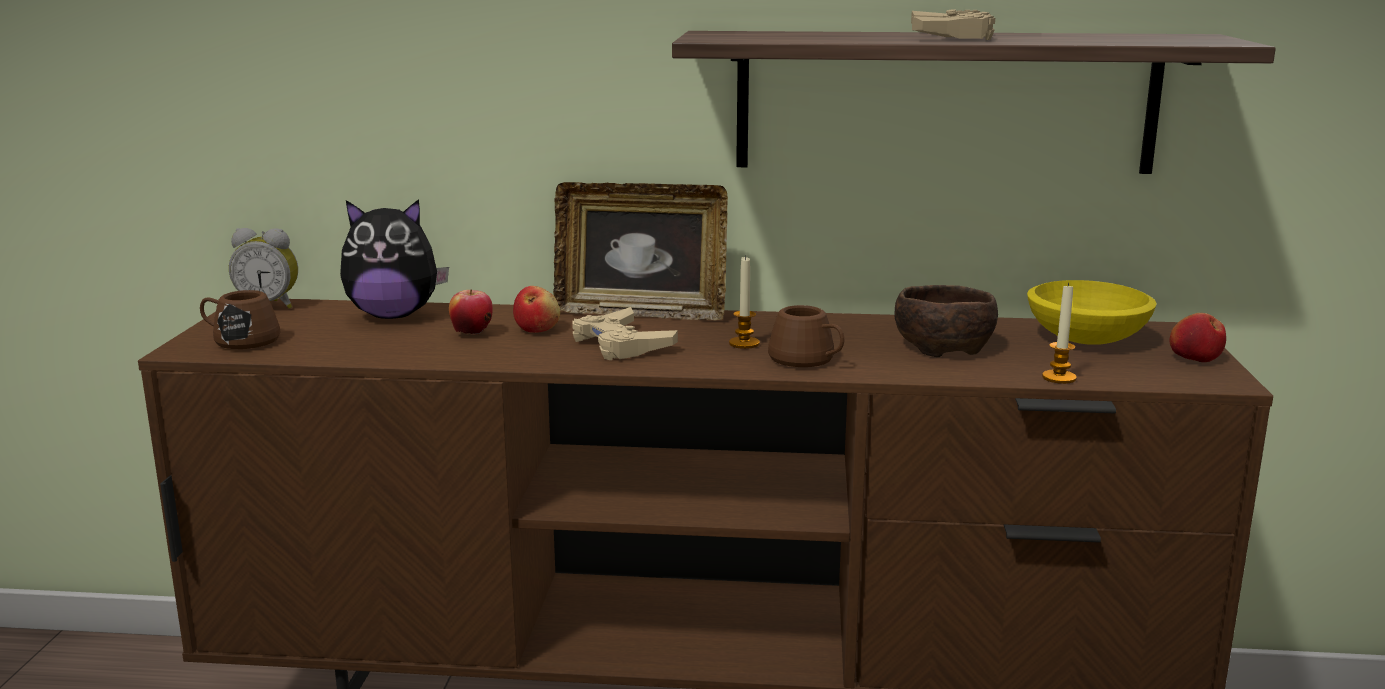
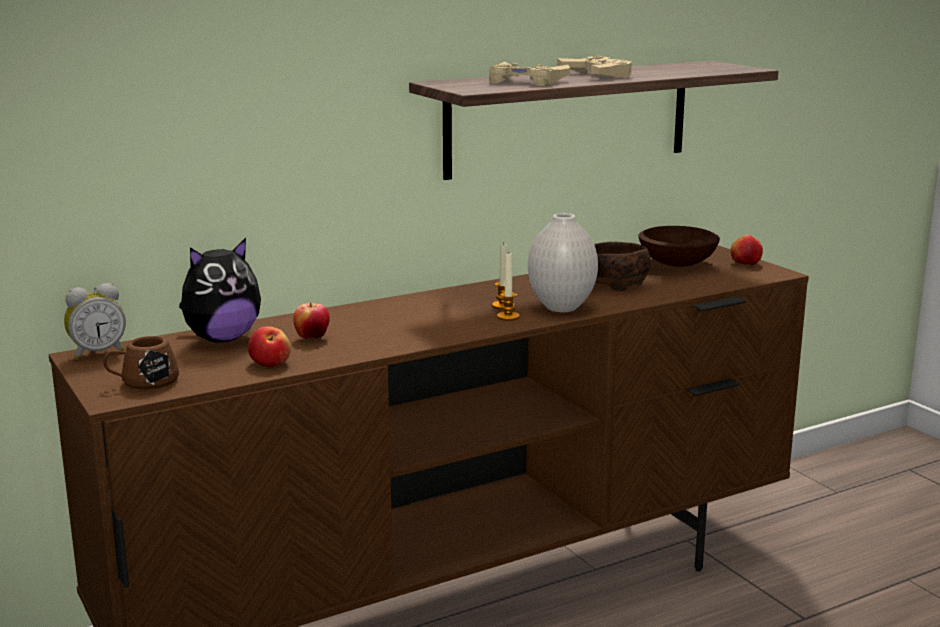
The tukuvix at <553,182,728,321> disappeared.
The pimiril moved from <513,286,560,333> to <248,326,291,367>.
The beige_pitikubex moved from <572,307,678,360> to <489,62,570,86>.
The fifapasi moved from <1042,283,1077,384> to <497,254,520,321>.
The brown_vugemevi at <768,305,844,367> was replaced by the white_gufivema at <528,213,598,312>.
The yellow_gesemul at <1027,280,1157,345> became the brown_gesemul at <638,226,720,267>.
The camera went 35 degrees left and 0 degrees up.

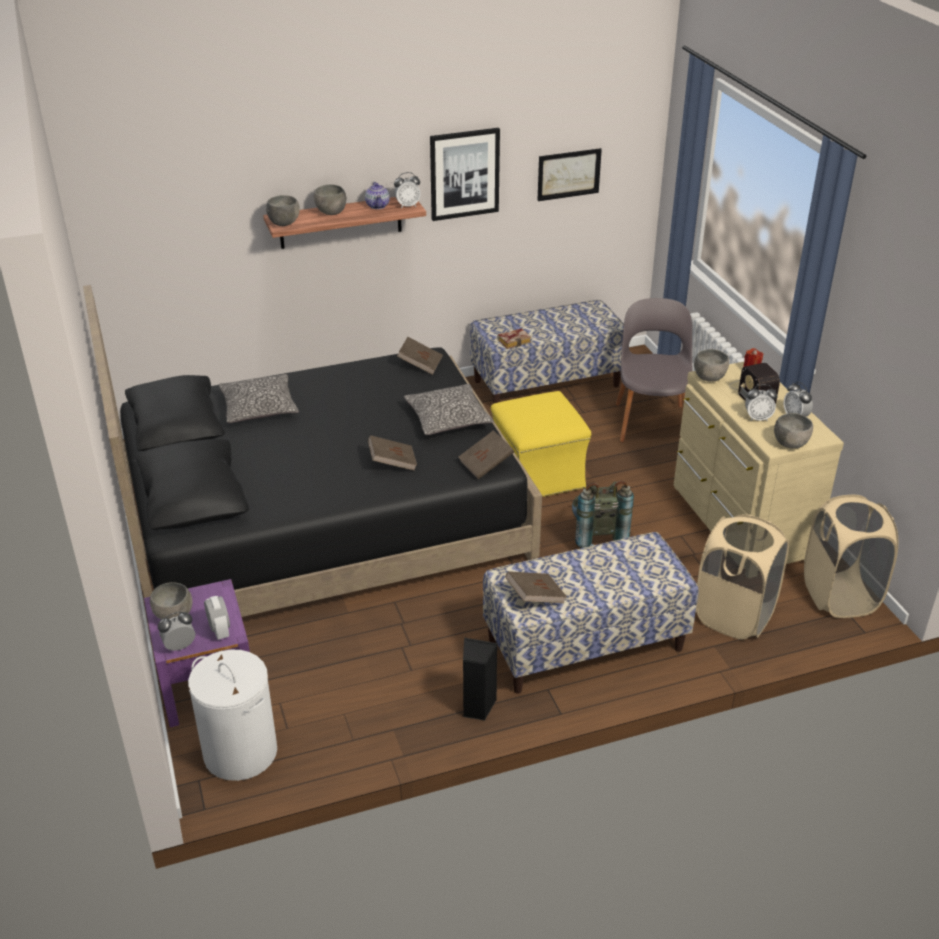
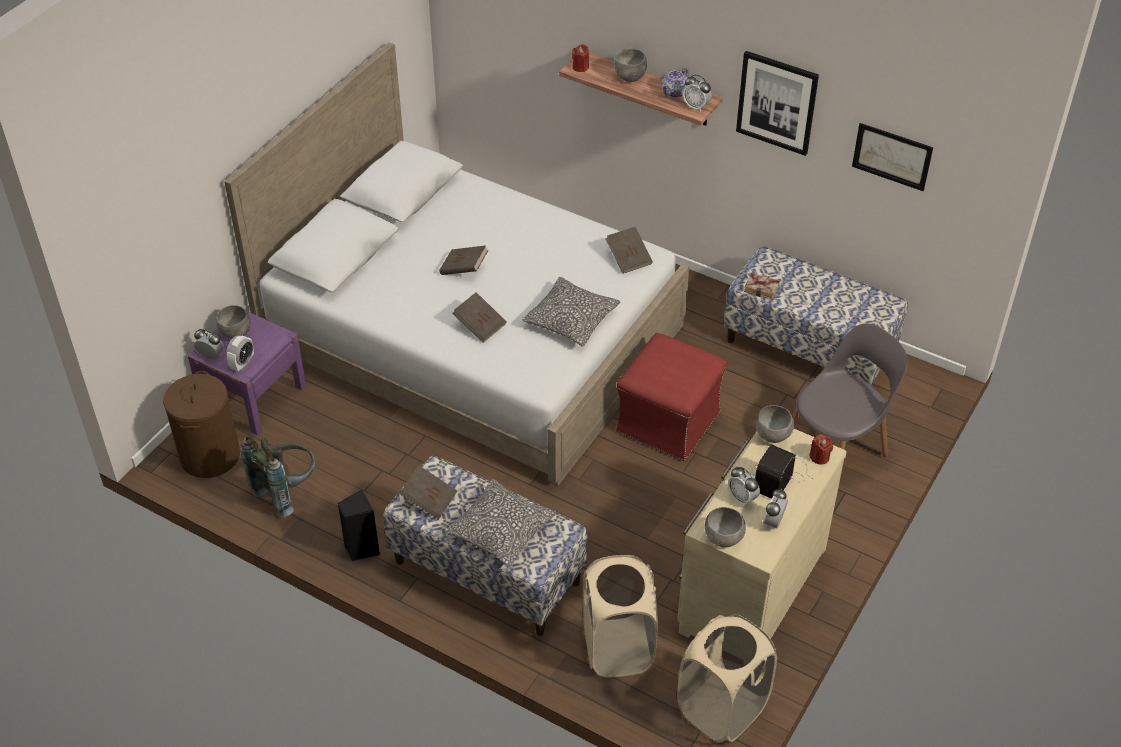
The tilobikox moved from <219,374,299,423> to <445,479,556,568>.
The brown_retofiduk moved from <458,430,514,480> to <439,245,489,275>.
The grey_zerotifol moved from <572,481,634,548> to <241,436,315,518>.
The grey_gesemul at <266,195,300,226> was replaced by the red_fifapasi at <572,44,589,72>.
The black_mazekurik at <83,285,542,617> became the white_mazekurik at <224,42,690,487>.
The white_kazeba at <188,650,277,781> became the brown_kazeba at <163,371,240,478>.
The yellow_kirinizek at <491,391,591,497> became the red_kirinizek at <616,333,727,461>.
The camera went 50 degrees right and 10 degrees up.

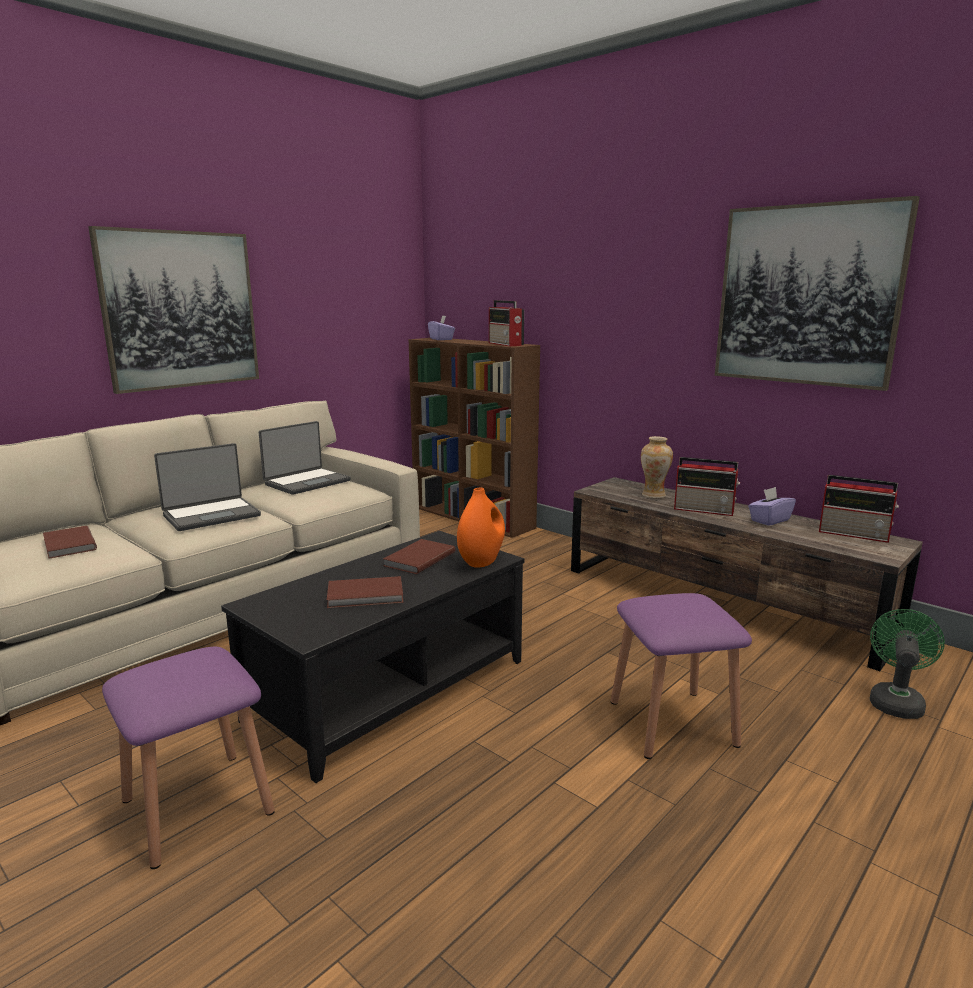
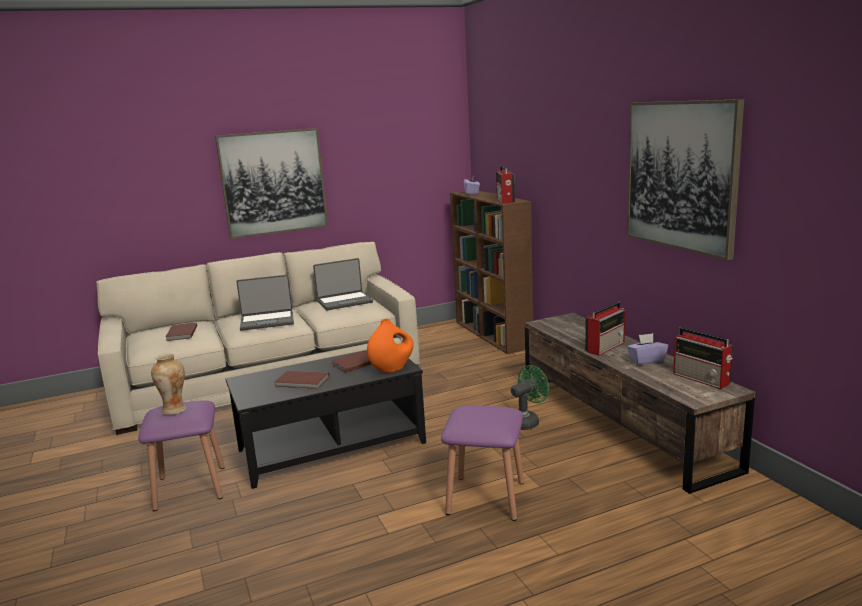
The gufivema moved from <641,436,673,498> to <151,353,186,415>.
The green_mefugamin moved from <870,609,945,719> to <511,365,549,430>.
The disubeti at <674,457,740,516> turned 90 degrees counterclockwise.
The camera went 25 degrees right and 0 degrees up.

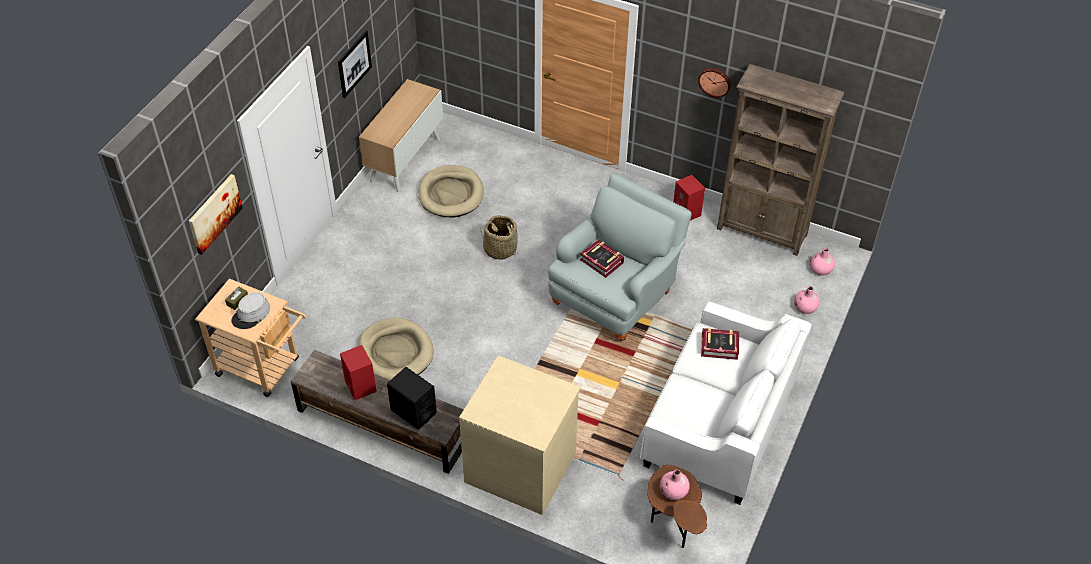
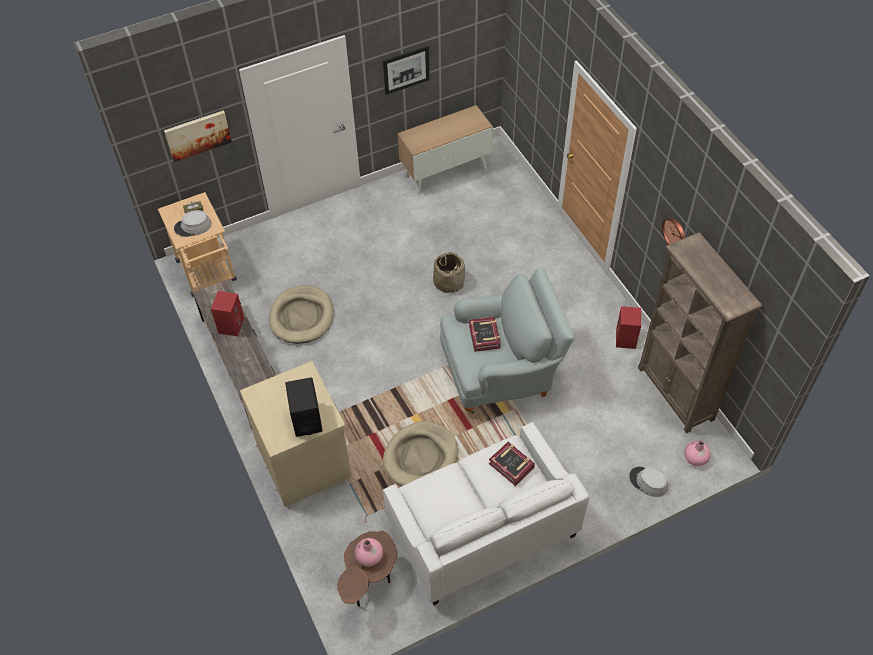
The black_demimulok moved from <387,367,437,430> to <285,377,323,437>.
The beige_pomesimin moved from <418,165,484,217> to <383,421,458,486>.
The pink_gufivema at <794,286,820,314> was replaced by the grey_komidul at <629,467,668,497>.
The camera went 40 degrees right and 5 degrees up.

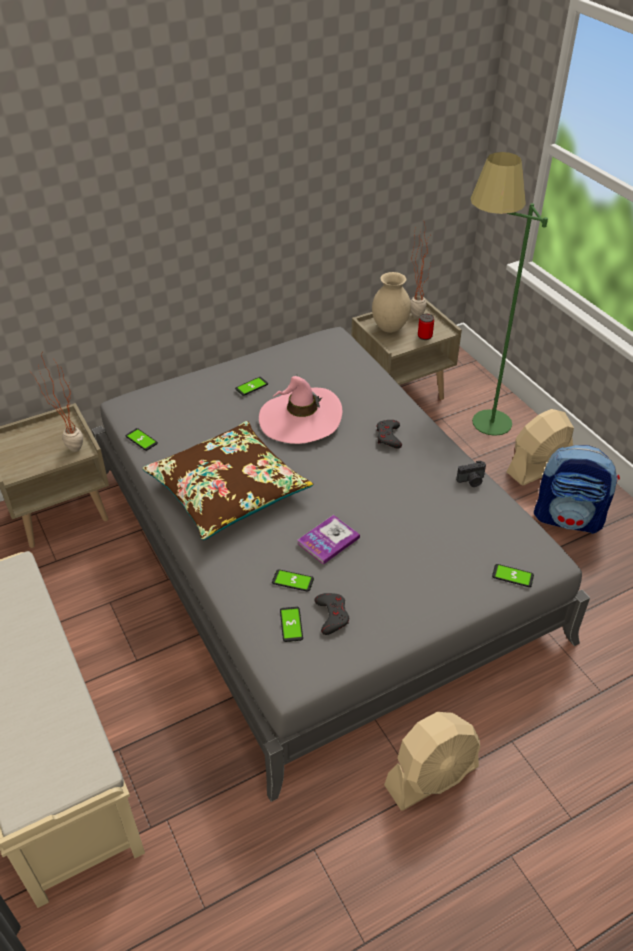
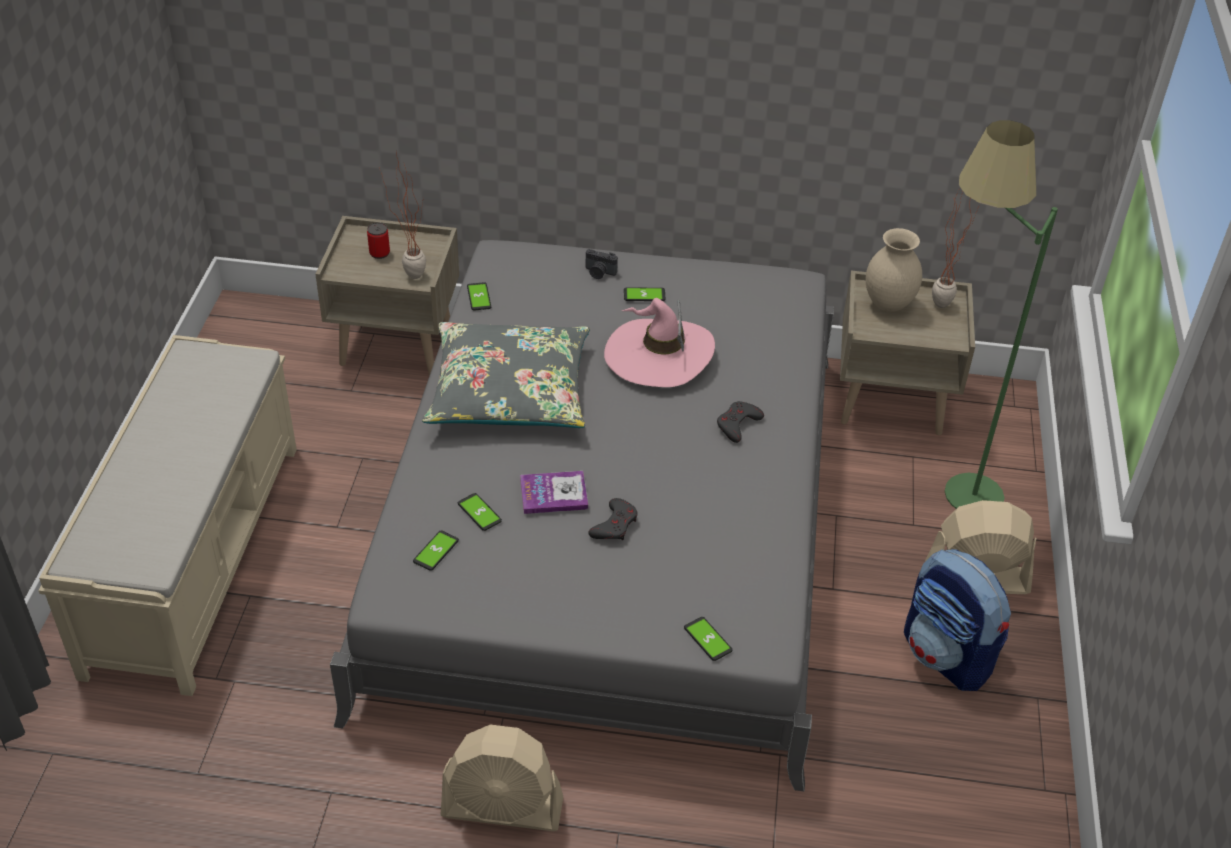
The grey_pitikubex moved from <315,593,349,635> to <588,498,638,540>.
The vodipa moved from <418,314,434,340> to <367,222,390,259>.
The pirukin moved from <456,461,486,487> to <585,249,618,279>.
The brown_tilobikox at <142,421,313,540> became the grey_tilobikox at <422,322,590,428>.
The camera went 35 degrees right and 0 degrees up.

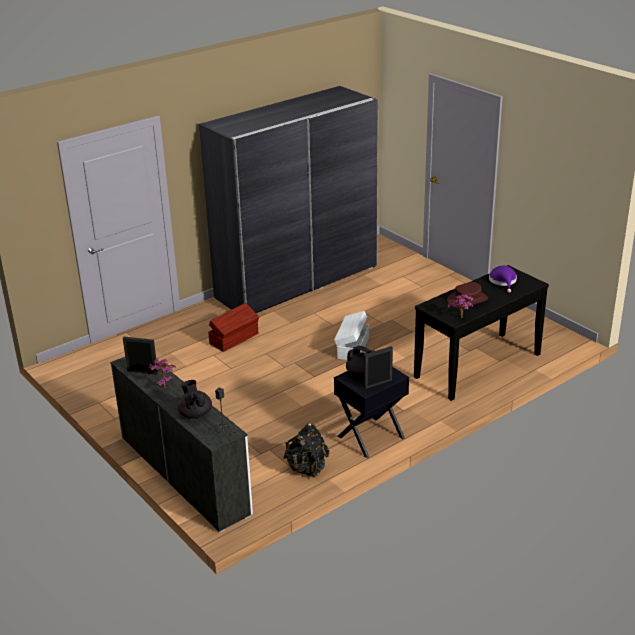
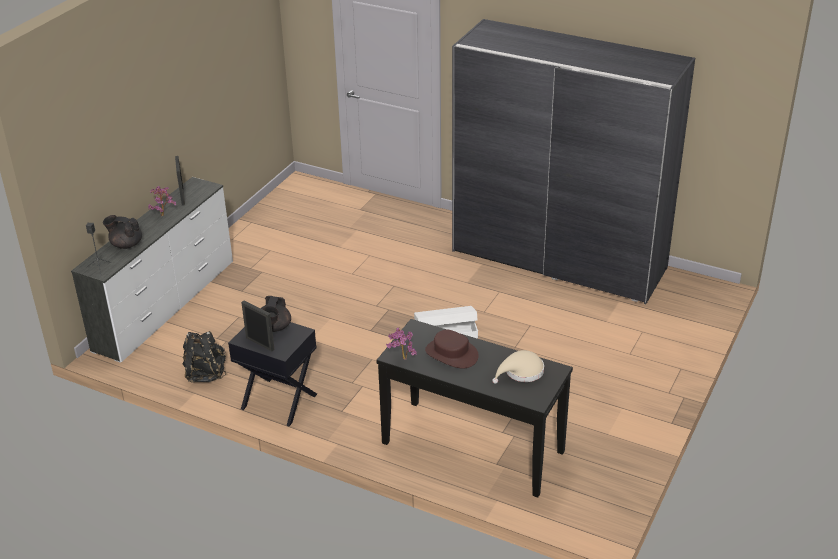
The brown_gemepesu at <208,303,259,352> disappeared.
The purple_komidul at <489,265,517,293> became the beige_komidul at <492,350,544,384>.
The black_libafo at <178,380,212,419> turned 120 degrees counterclockwise.
The camera went 65 degrees right and 5 degrees up.

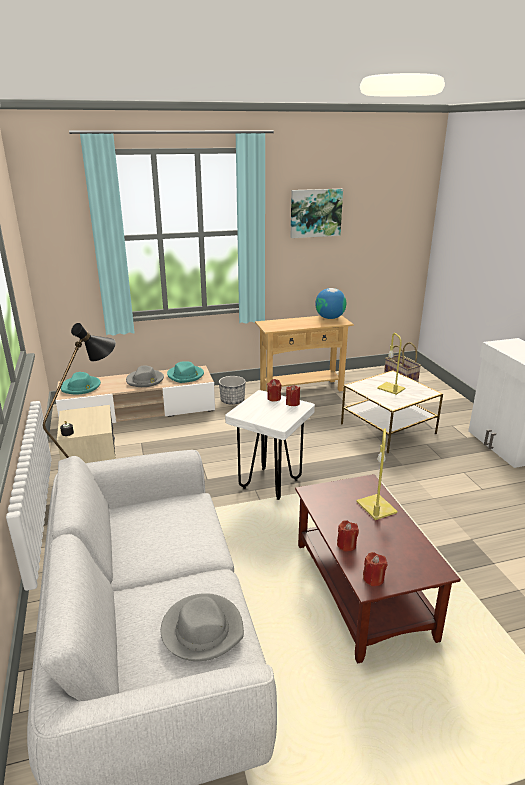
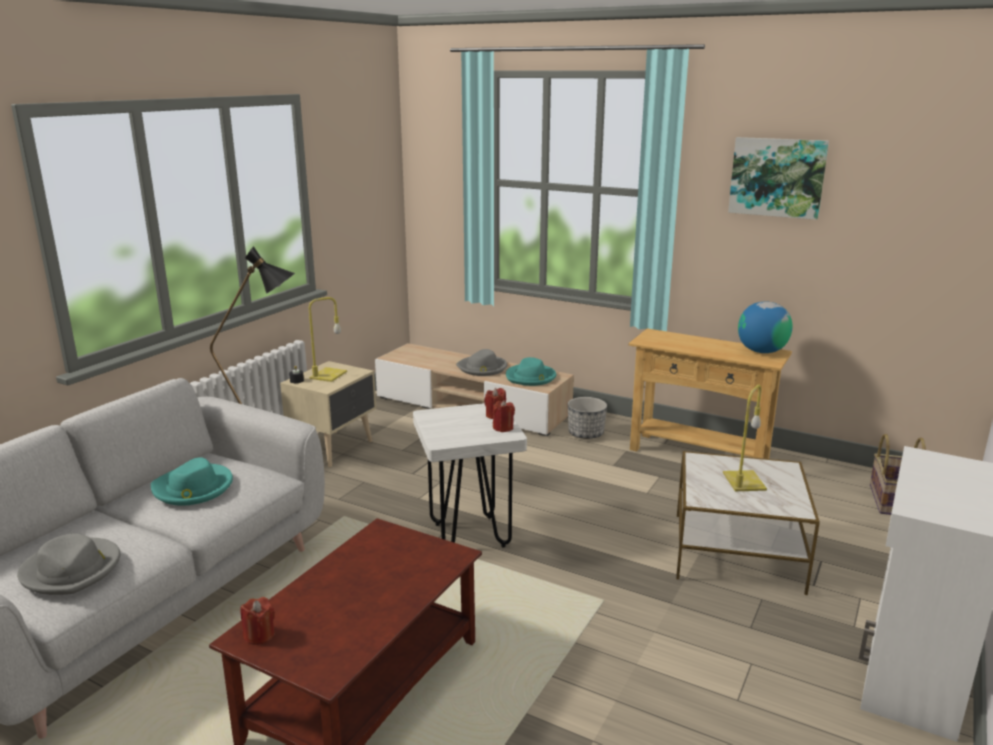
The red_fifapasi at <337,520,359,551> disappeared.
The turquoise_komidul moved from <61,372,101,394> to <151,457,233,506>.
The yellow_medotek moved from <356,428,398,520> to <309,297,347,382>.
The camera went 45 degrees right and 5 degrees down.

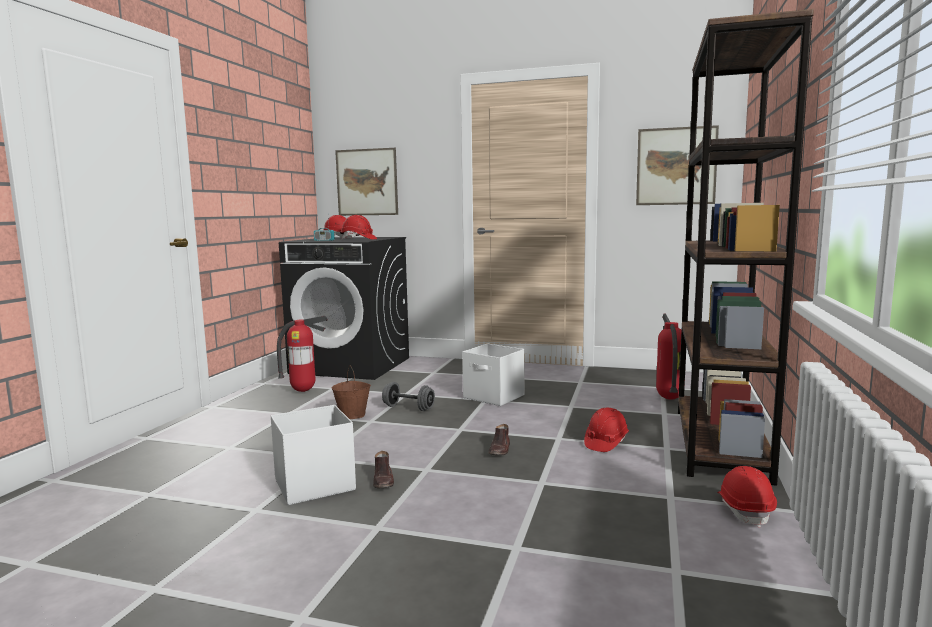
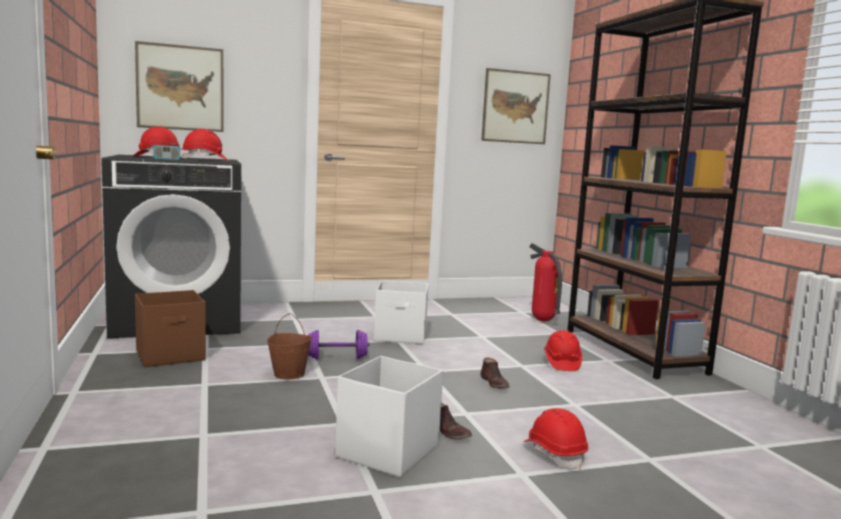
The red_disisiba moved from <717,466,777,527> to <523,408,589,470>.
The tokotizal at <277,315,328,392> was replaced by the brown_gemepesu at <135,290,206,367>.
The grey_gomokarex at <382,382,435,411> became the purple_gomokarex at <308,330,369,360>.
The camera went 35 degrees left and 0 degrees up.

